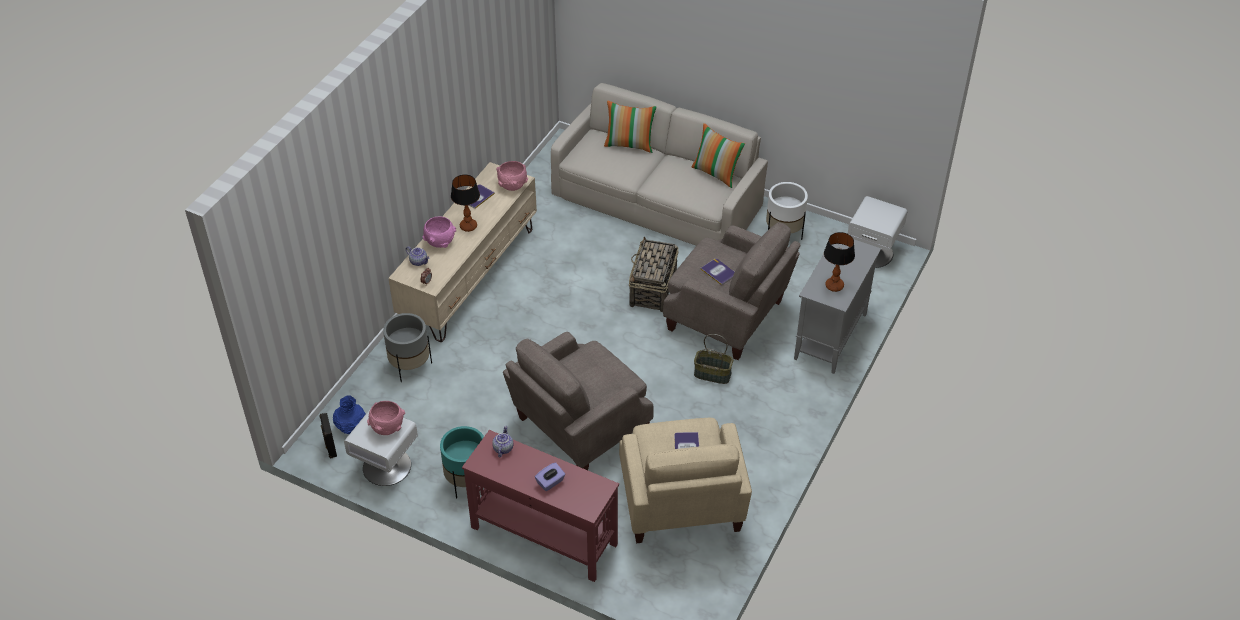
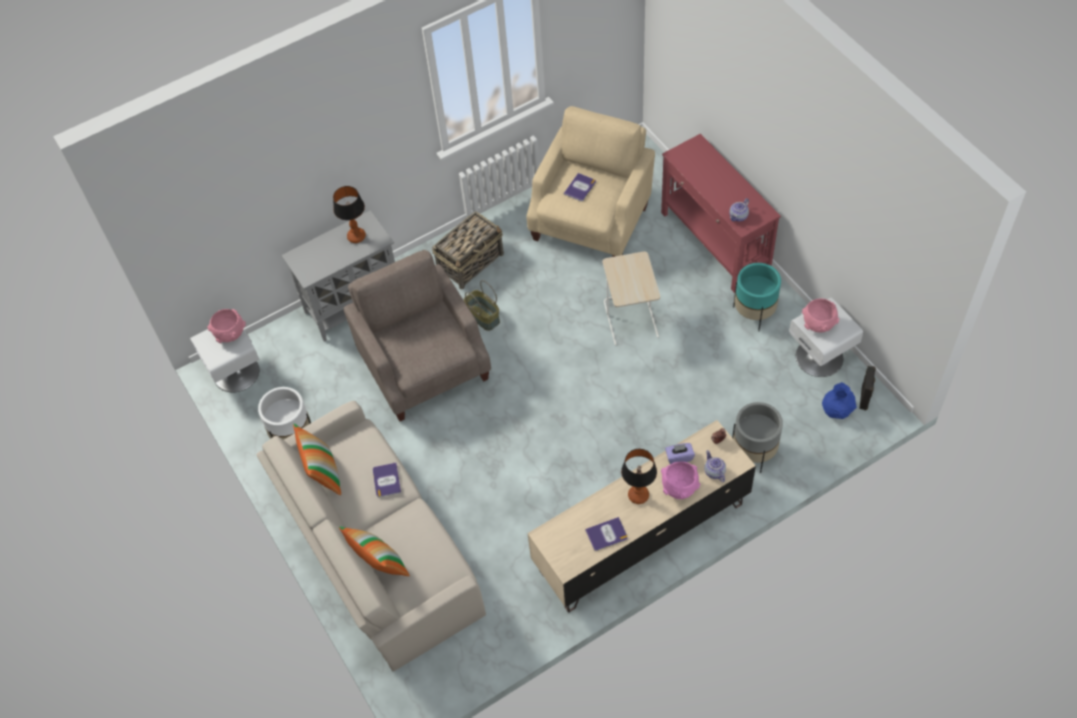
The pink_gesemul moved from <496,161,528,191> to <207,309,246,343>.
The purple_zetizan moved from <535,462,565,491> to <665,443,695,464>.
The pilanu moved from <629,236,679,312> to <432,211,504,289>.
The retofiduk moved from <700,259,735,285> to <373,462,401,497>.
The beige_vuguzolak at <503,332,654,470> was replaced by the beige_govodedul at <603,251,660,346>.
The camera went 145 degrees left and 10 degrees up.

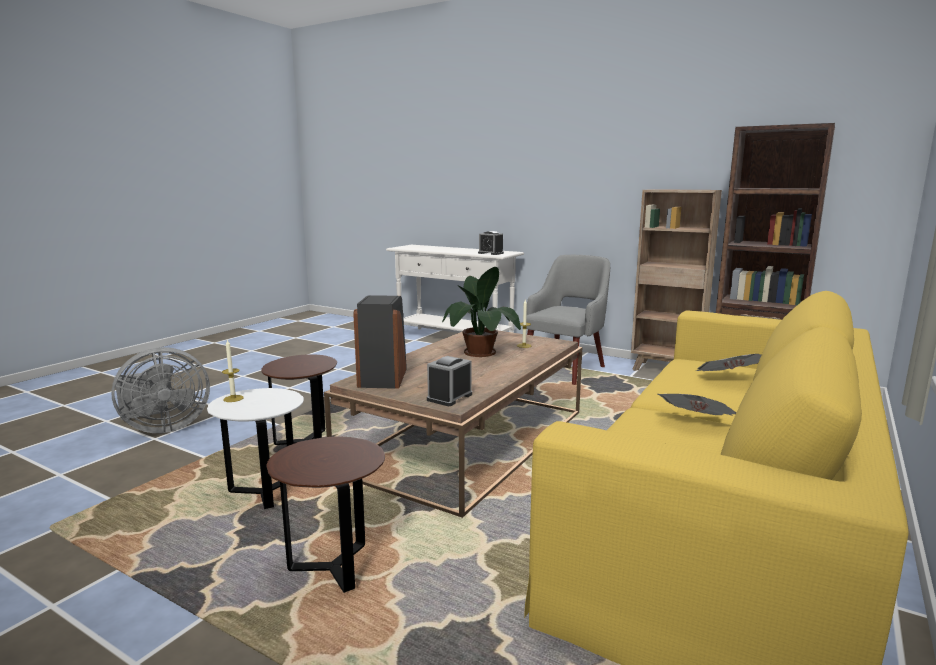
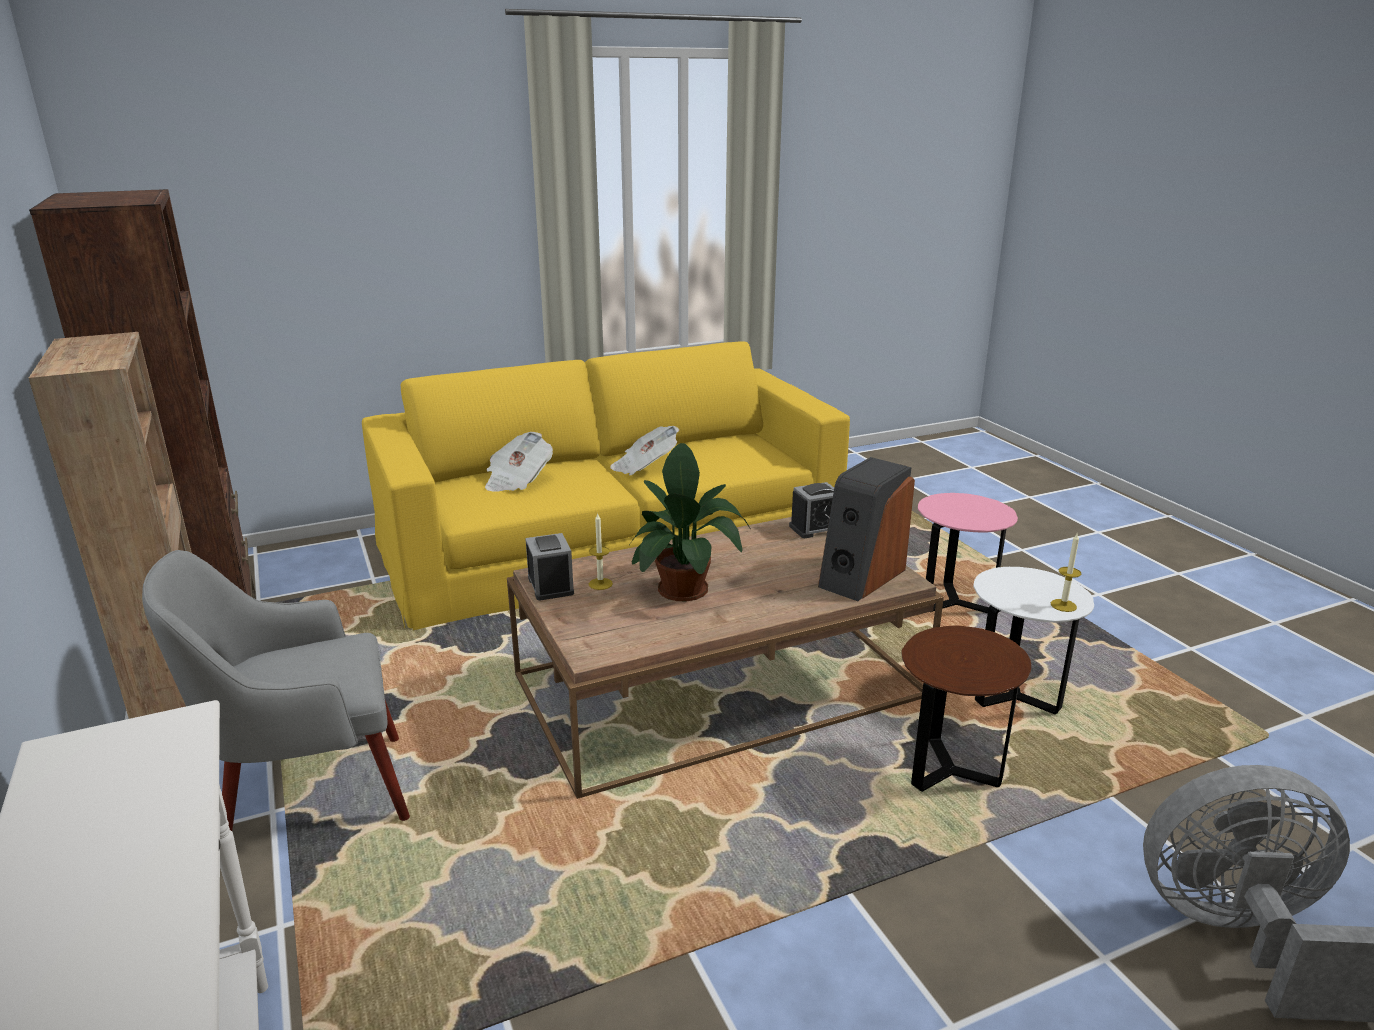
The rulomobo moved from <478,231,504,255> to <525,533,574,601>.
The brown_govodedul at <267,437,385,593> became the pink_govodedul at <918,493,1018,613>.
The camera went 145 degrees left and 10 degrees up.

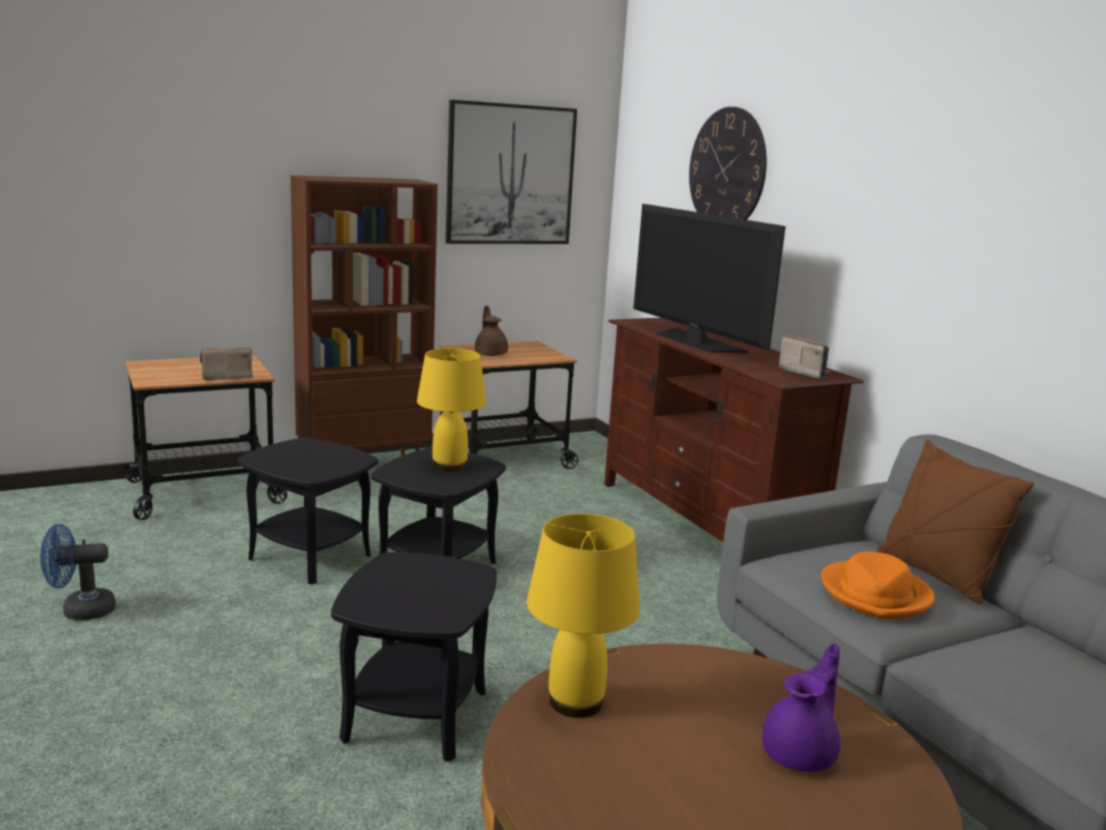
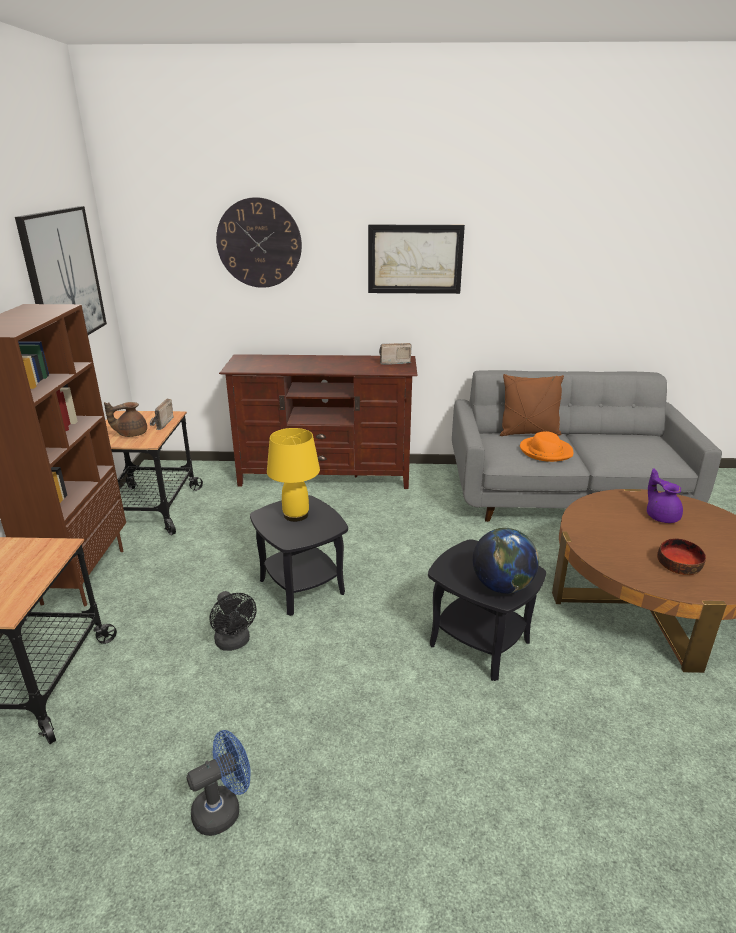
The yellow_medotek at <527,514,640,718> disappeared.
The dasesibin at <633,204,786,353> disappeared.
The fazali at <368,225,465,294> appeared.
The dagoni at <473,528,539,594> appeared.
The gesemul at <657,538,706,575> appeared.
The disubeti moved from <200,347,253,380> to <150,398,173,430>.
The black_govodedul at <238,437,378,584> was replaced by the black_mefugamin at <210,591,257,651>.
The blue_mefugamin at <40,524,116,620> turned 135 degrees counterclockwise.
The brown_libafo at <475,305,508,356> turned 45 degrees counterclockwise.
The camera went 60 degrees left and 10 degrees up.

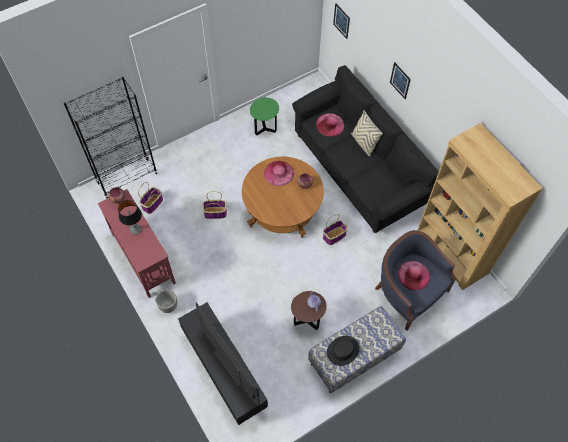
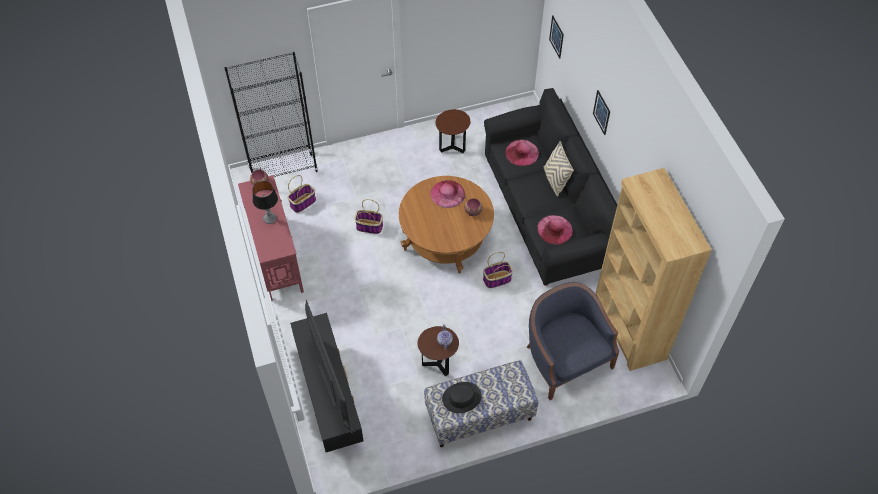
The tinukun at <156,289,177,313> disappeared.
The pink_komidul moved from <398,261,430,290> to <537,215,573,245>.
The green_govodedul at <250,97,279,136> became the brown_govodedul at <435,109,471,153>.
The camera went 15 degrees right and 5 degrees down.

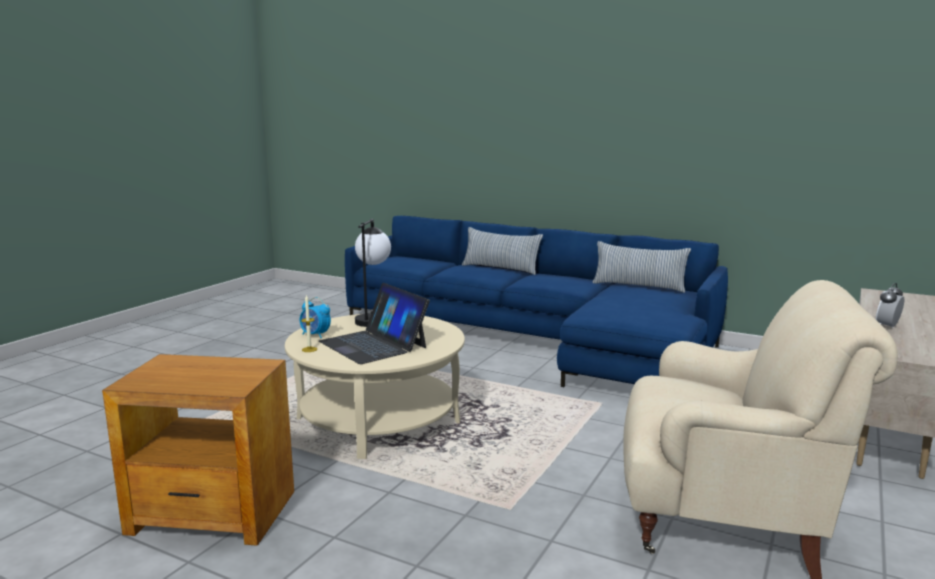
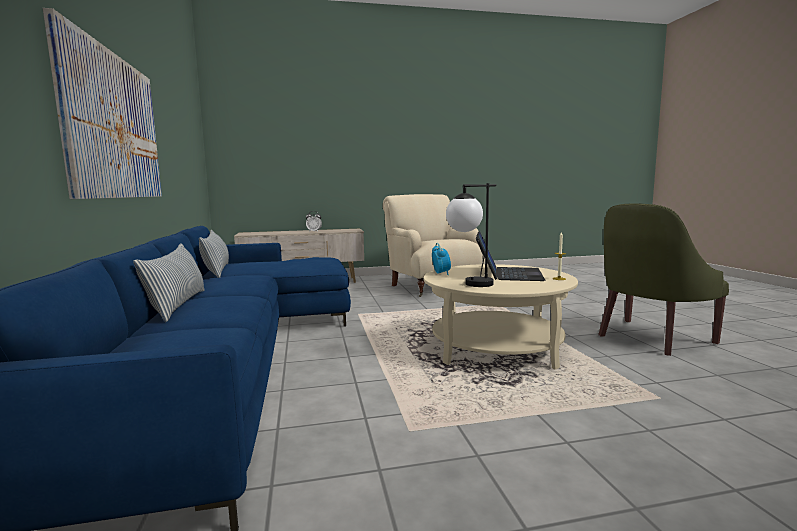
The fazali at <43,8,162,199> appeared.
The rulomobo moved from <300,297,331,338> to <432,243,451,275>.
The brown_govodedul at <102,354,294,546> was replaced by the green_vuguzolak at <598,203,729,356>.
The camera went 130 degrees left and 5 degrees down.

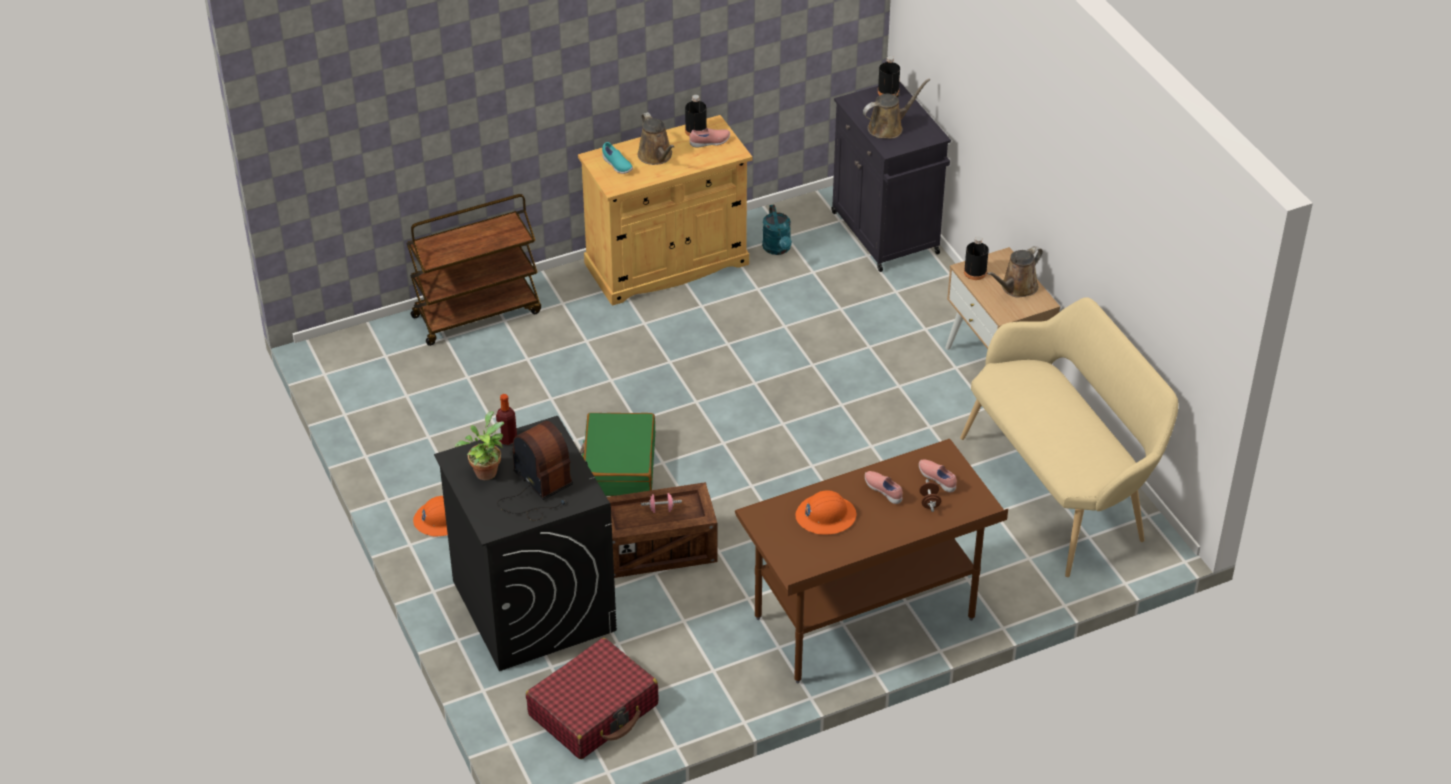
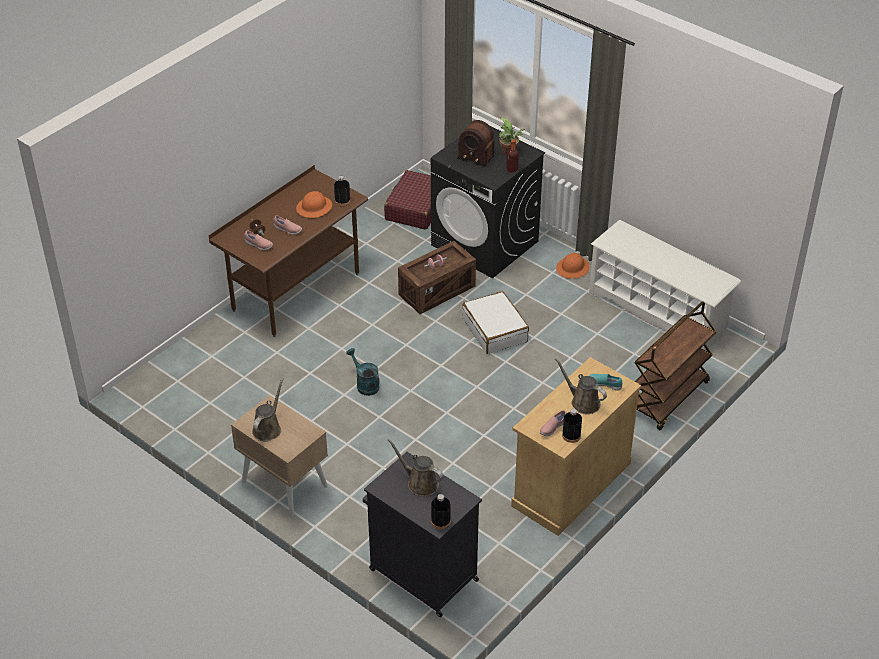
The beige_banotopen at <960,297,1178,577> disappeared.
The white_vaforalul at <589,220,741,350> appeared.
The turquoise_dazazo moved from <762,205,792,255> to <346,348,380,396>.
The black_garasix moved from <964,236,989,280> to <334,176,351,206>.
The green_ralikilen at <580,413,655,496> became the white_ralikilen at <462,291,529,354>.
The brown_dazazo at <863,78,931,139> turned 90 degrees clockwise.
The camera went 155 degrees right and 0 degrees up.

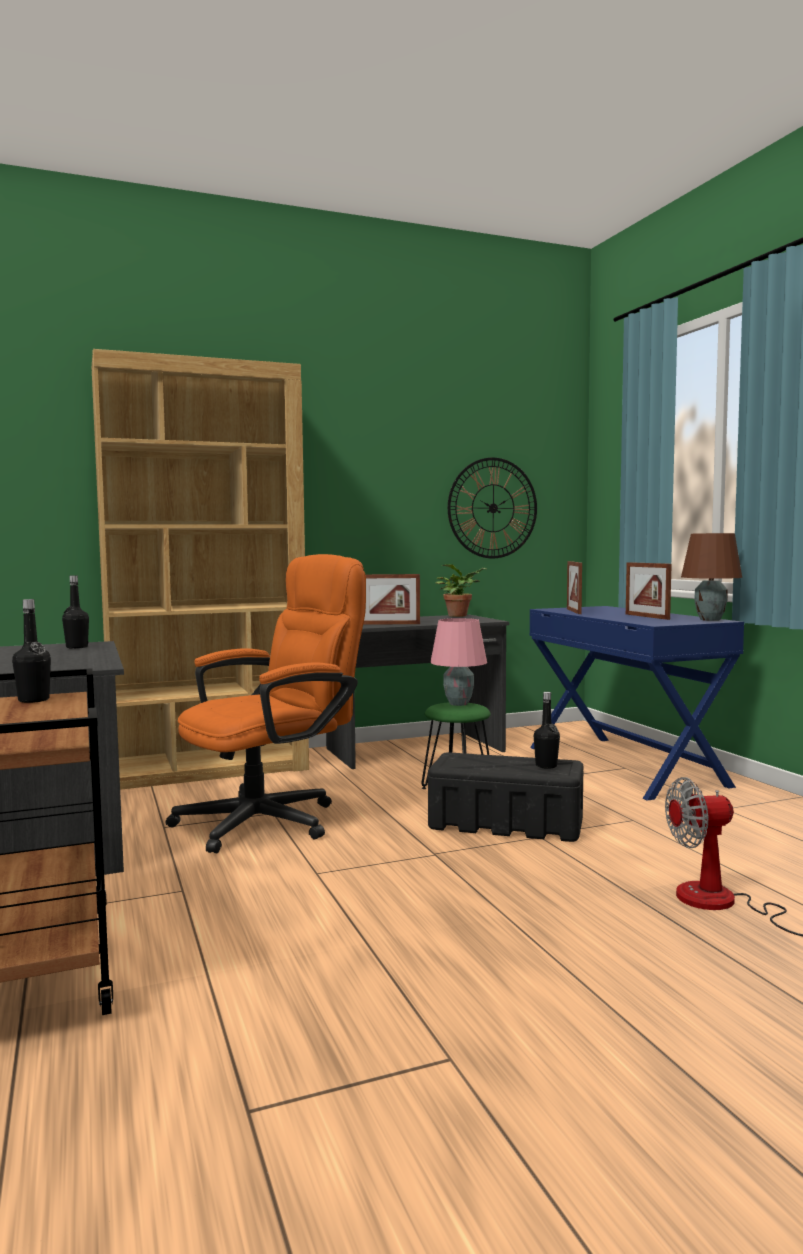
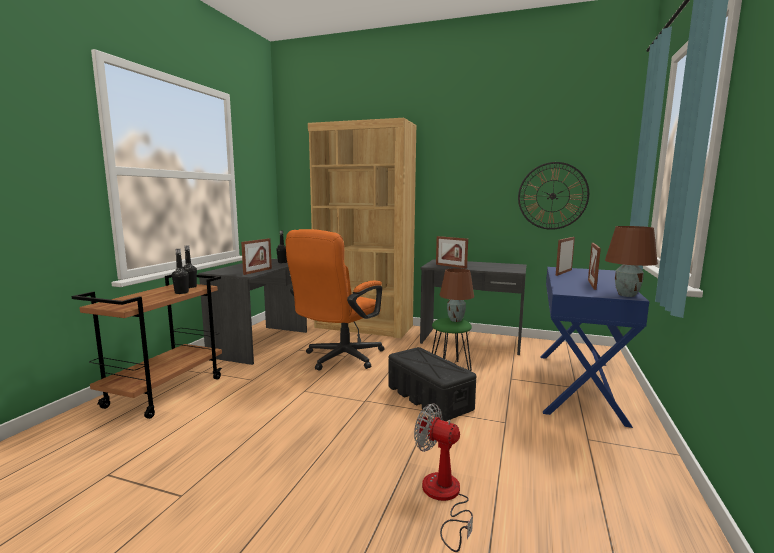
The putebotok at <435,564,486,617> disappeared.
The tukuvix at <241,238,272,275> appeared.
The black_garasix moved from <534,692,560,769> to <172,249,189,294>.
The pink_medotek at <430,618,487,706> became the brown_medotek at <440,268,474,322>.
The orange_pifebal at <166,554,366,853> turned 120 degrees clockwise.
The camera went 40 degrees right and 5 degrees up.

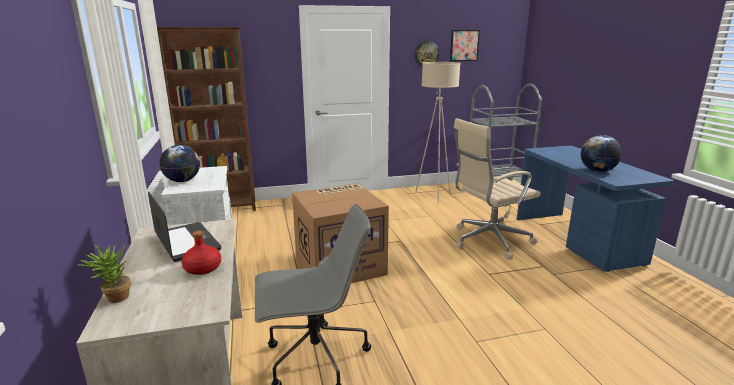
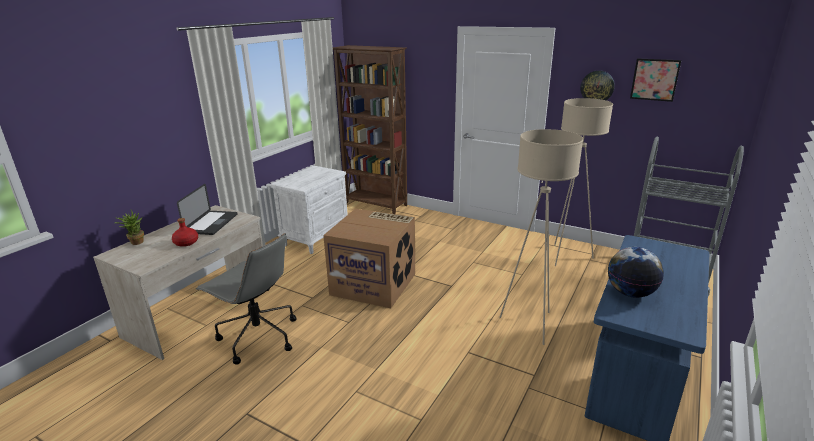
The dagoni at <160,145,200,182> disappeared.
The beige_pifebal at <454,118,541,260> was replaced by the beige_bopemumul at <500,129,583,345>.
The camera went 45 degrees right and 5 degrees up.

